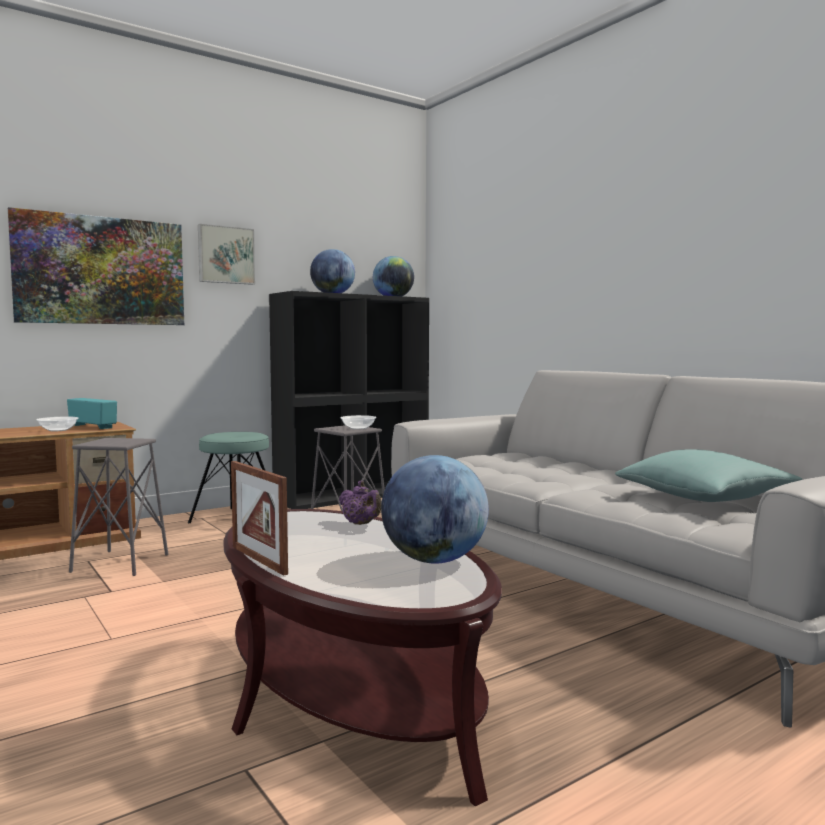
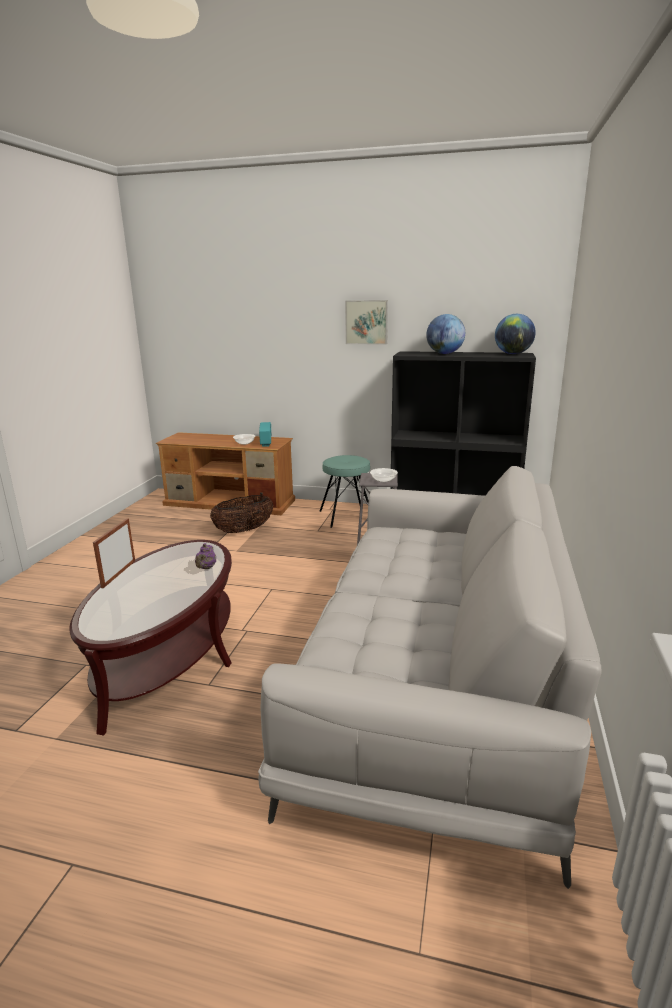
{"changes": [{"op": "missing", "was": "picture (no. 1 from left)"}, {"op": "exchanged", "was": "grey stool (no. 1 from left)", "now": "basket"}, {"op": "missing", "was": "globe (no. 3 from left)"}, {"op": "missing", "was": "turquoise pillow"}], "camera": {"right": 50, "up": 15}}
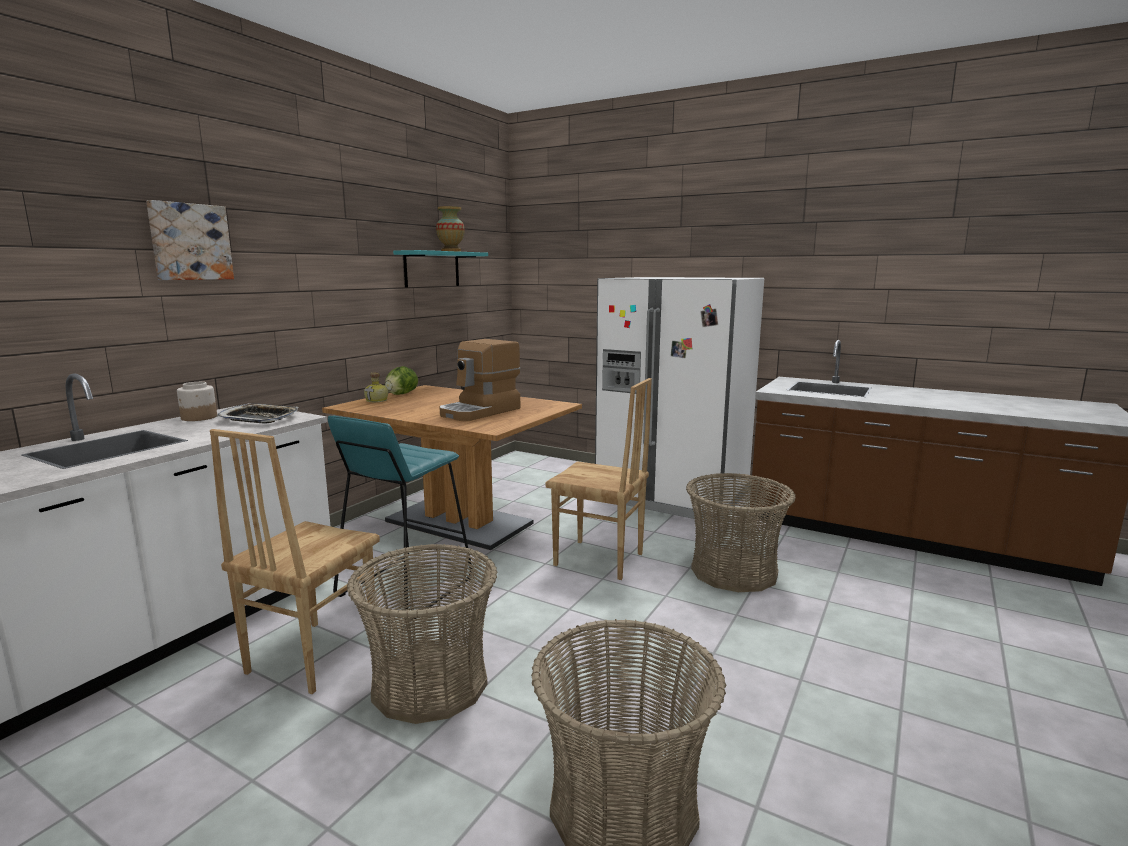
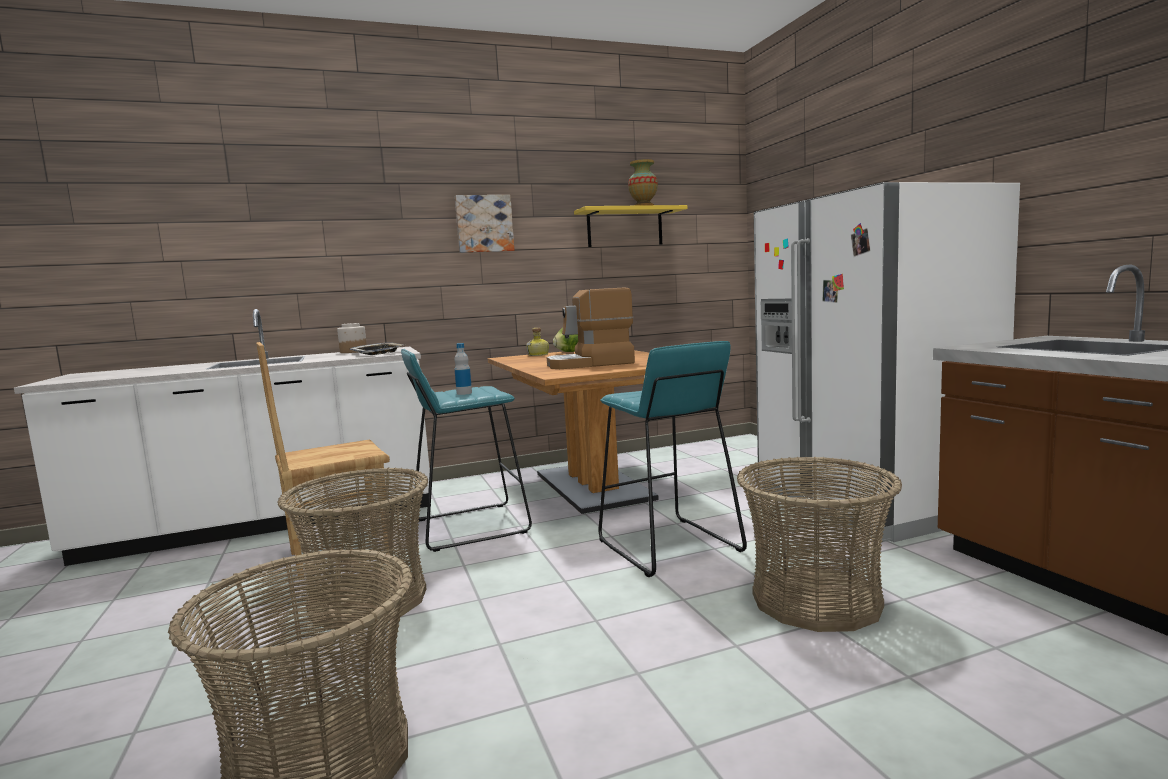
{"changes": [{"op": "relocated", "was": "picture"}, {"op": "colour", "was": "turquoise shelf", "now": "yellow shelf"}, {"op": "exchanged", "was": "brown chair (no. 2 from left)", "now": "turquoise stool (no. 2 from left)"}, {"op": "appeared", "now": "bottle (no. 1 from left)"}], "camera": {"right": 40, "up": -5}}
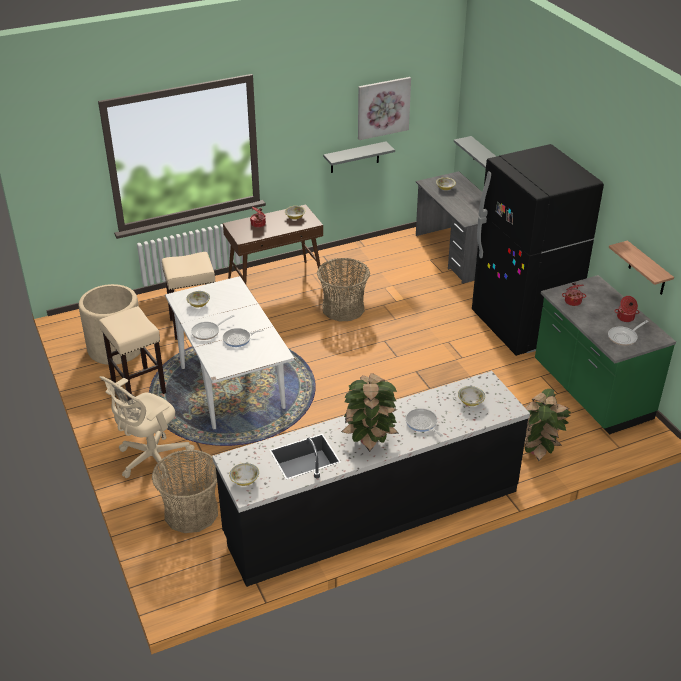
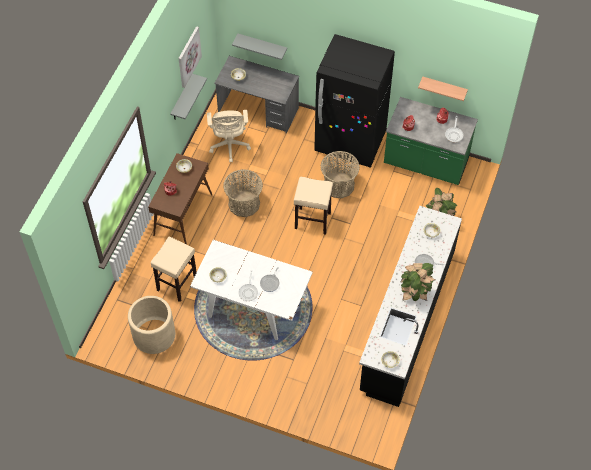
{"changes": [{"op": "relocated", "was": "beige stool (no. 1 from left in the first image)", "now": "beige stool (no. 2 from left)"}, {"op": "relocated", "was": "beige office chair"}, {"op": "relocated", "was": "basket (no. 1 from left in the first image)", "now": "basket (no. 2 from left)"}], "camera": {"right": -45, "up": 20}}
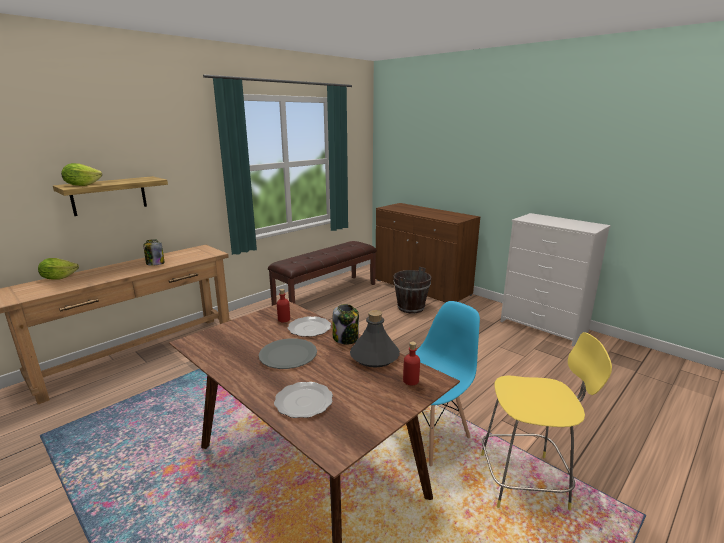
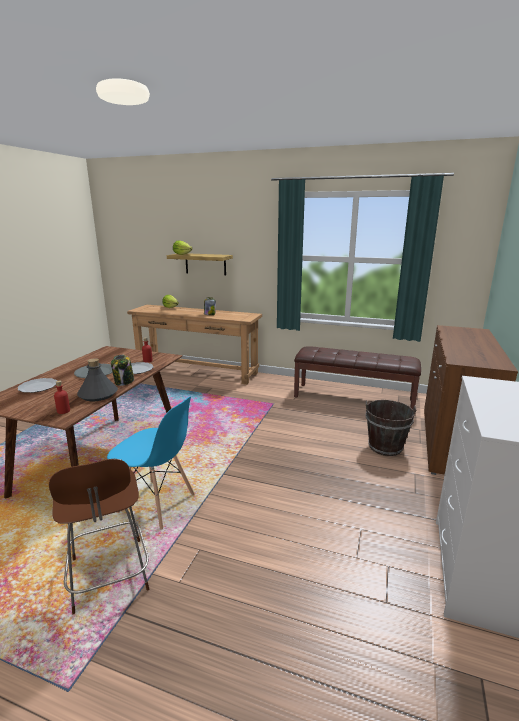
{"changes": [{"op": "colour", "was": "yellow stool", "now": "brown stool"}], "camera": {"right": 65, "up": 0}}
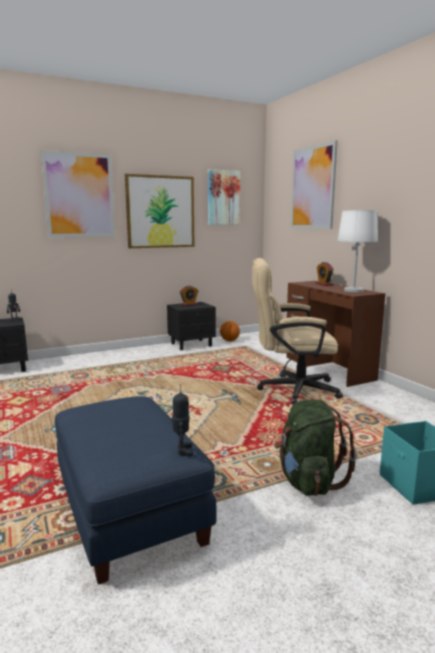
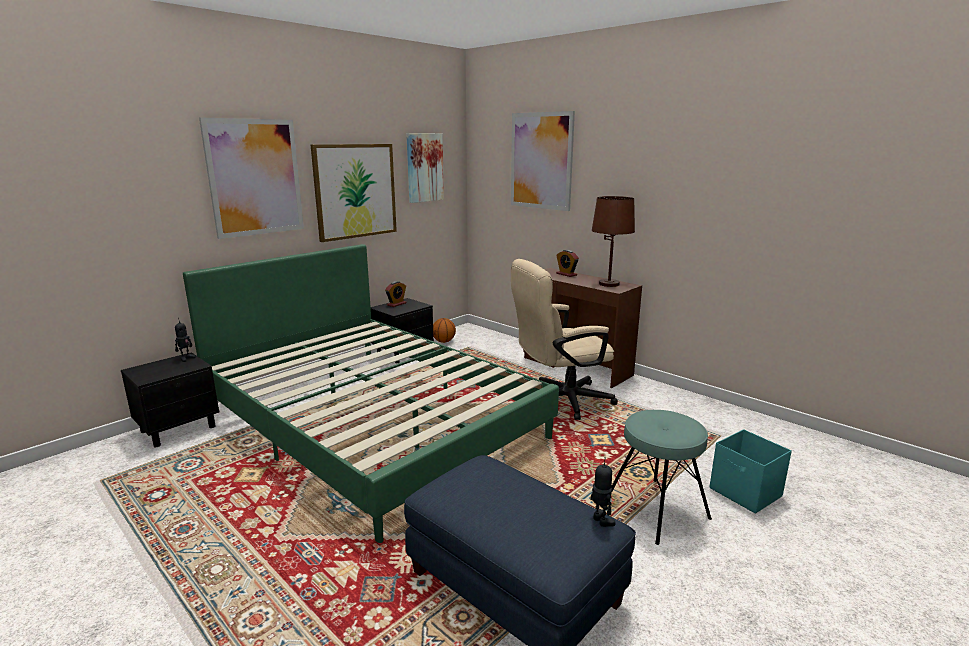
{"changes": [{"op": "exchanged", "was": "green backpack", "now": "turquoise stool"}, {"op": "colour", "was": "white table lamp", "now": "brown table lamp"}, {"op": "appeared", "now": "green bed"}], "camera": {"right": -20, "up": 5}}
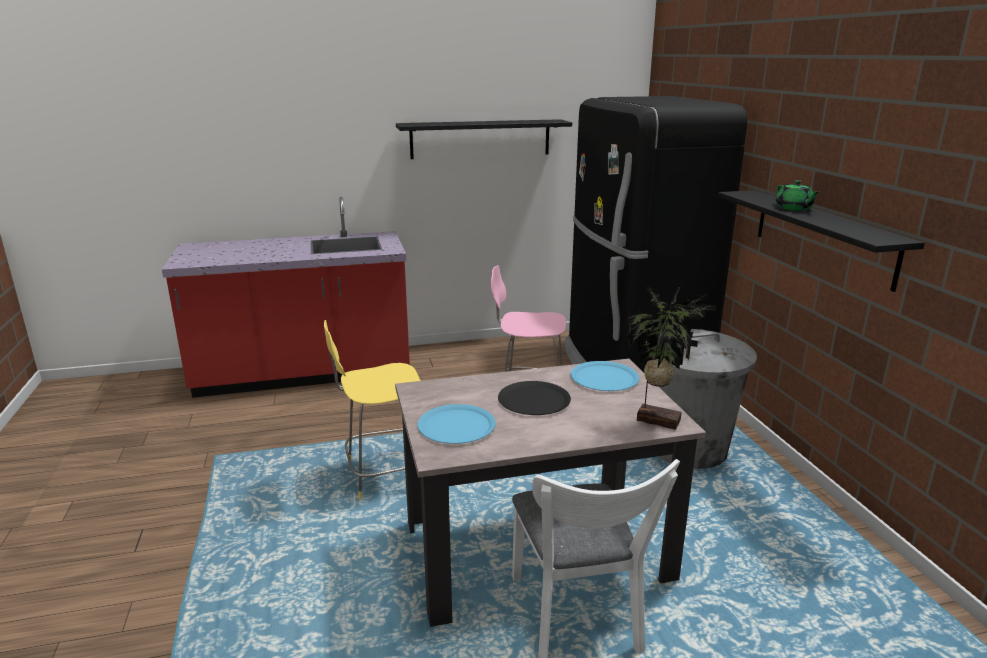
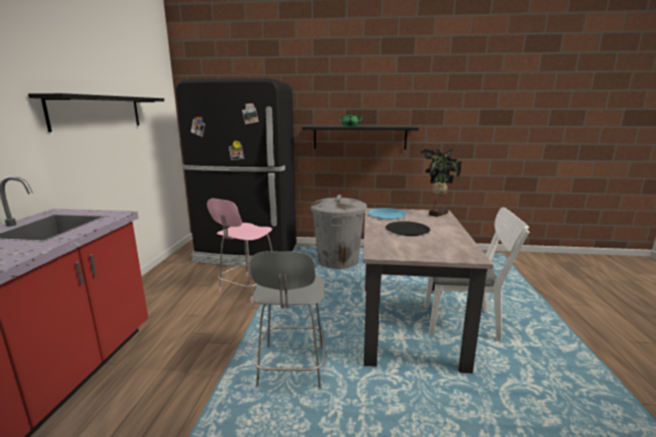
{"changes": [{"op": "colour", "was": "yellow stool", "now": "grey stool"}, {"op": "missing", "was": "blue plate (no. 1 from left)"}], "camera": {"right": -70, "up": -5}}
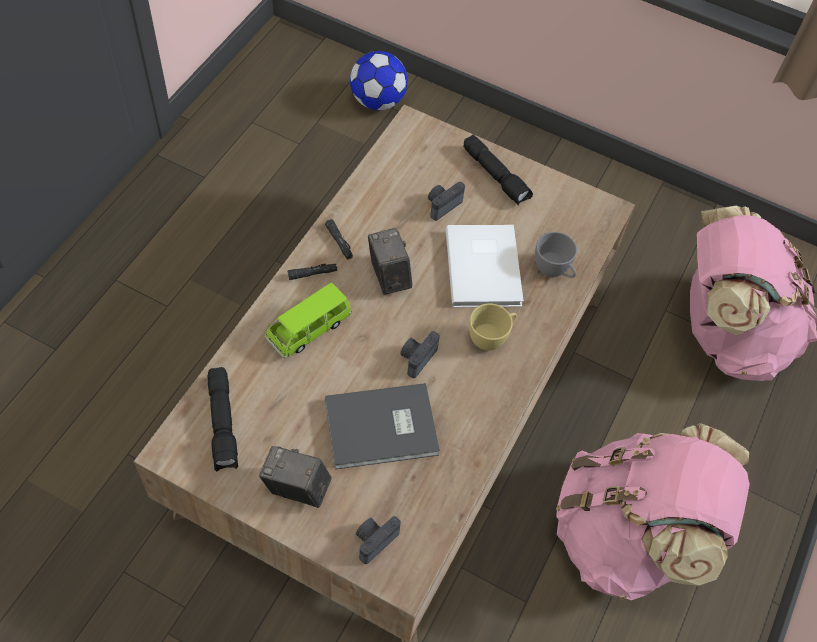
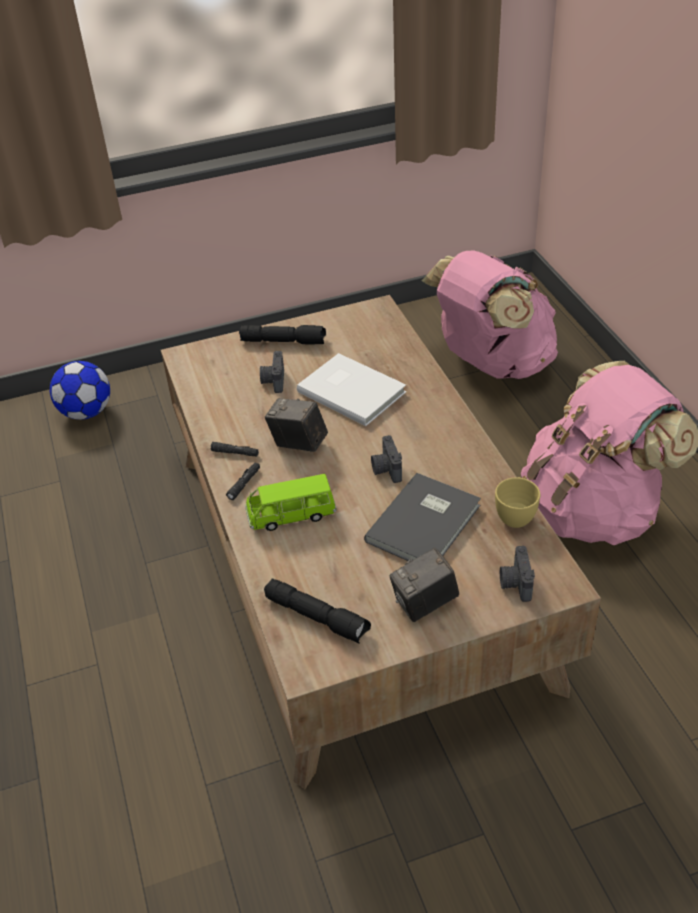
{"changes": [{"op": "spun", "was": "green toy car", "clockwise": 75}, {"op": "relocated", "was": "yellow cup"}, {"op": "missing", "was": "grey cup"}], "camera": {"right": -40, "up": -15}}
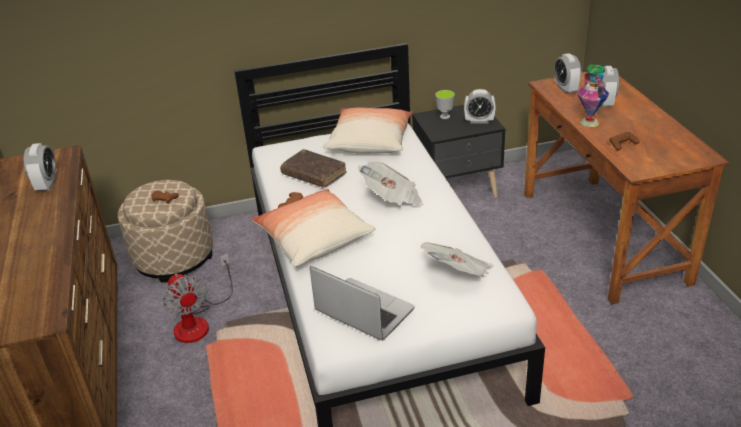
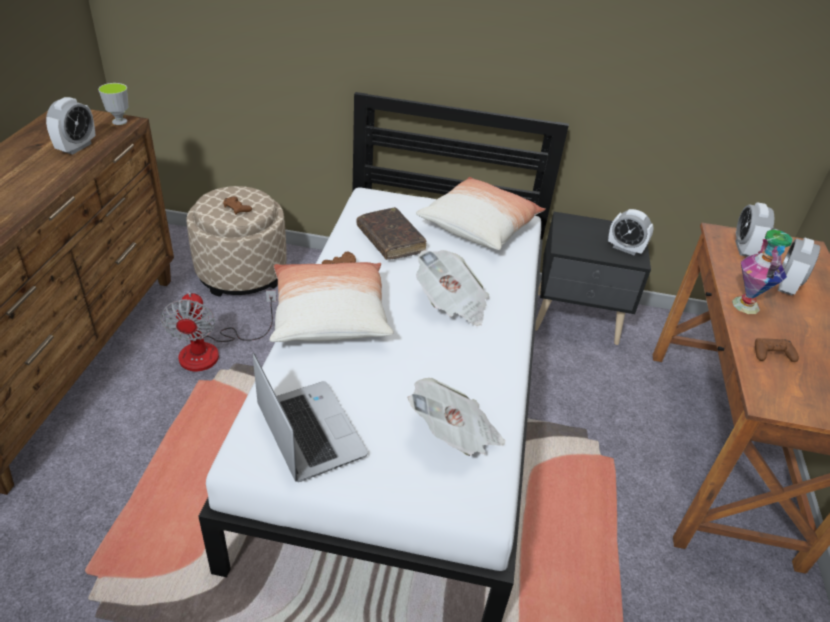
{"changes": [{"op": "relocated", "was": "cup"}], "camera": {"right": 20, "up": 5}}
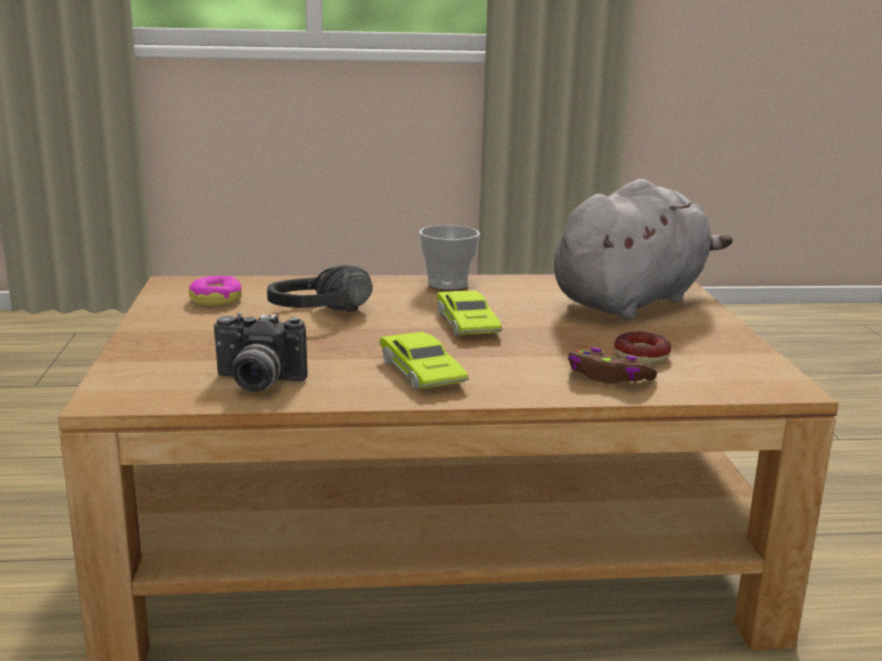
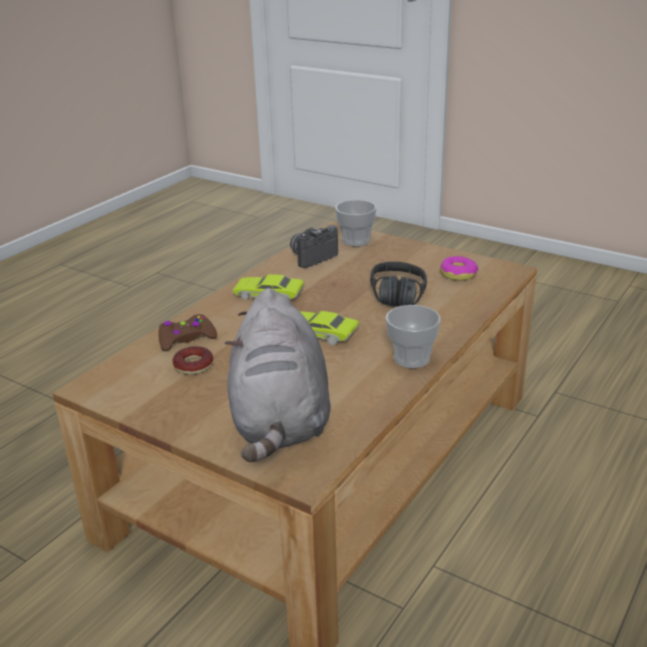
{"changes": [{"op": "appeared", "now": "cup (no. 1 from left)"}], "camera": {"right": 130, "up": 10}}
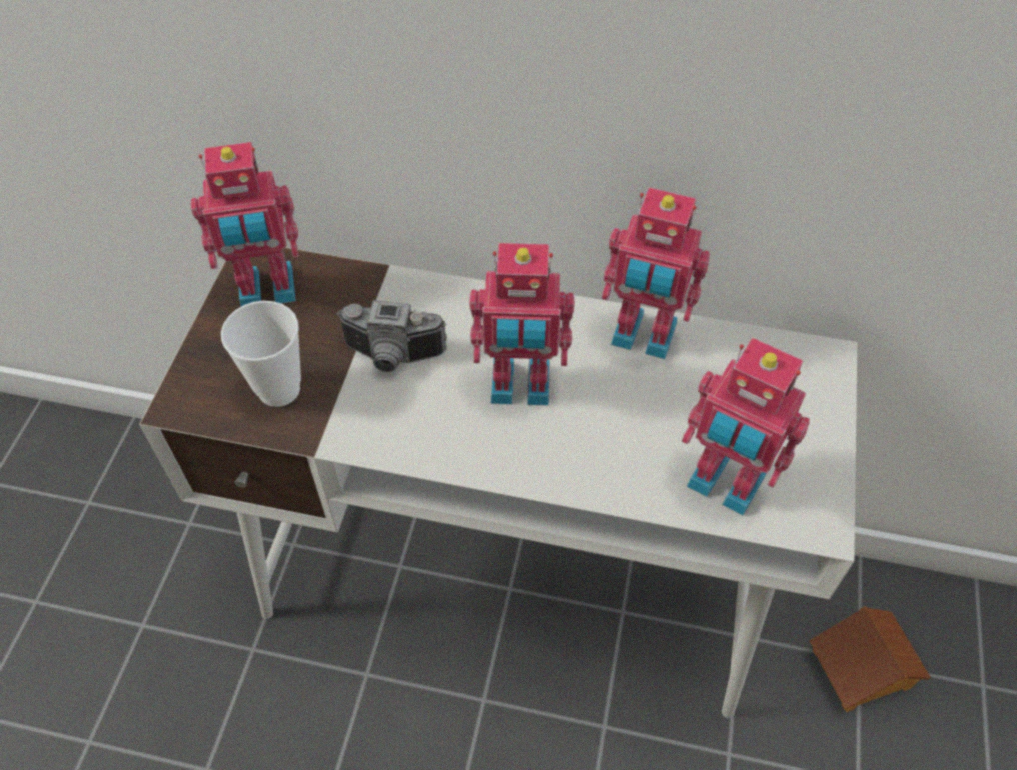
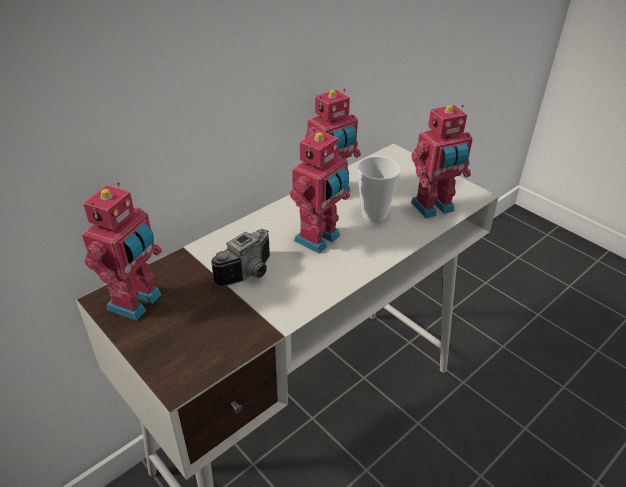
{"changes": [{"op": "relocated", "was": "cup"}, {"op": "missing", "was": "toy house"}], "camera": {"right": -55, "up": -15}}
